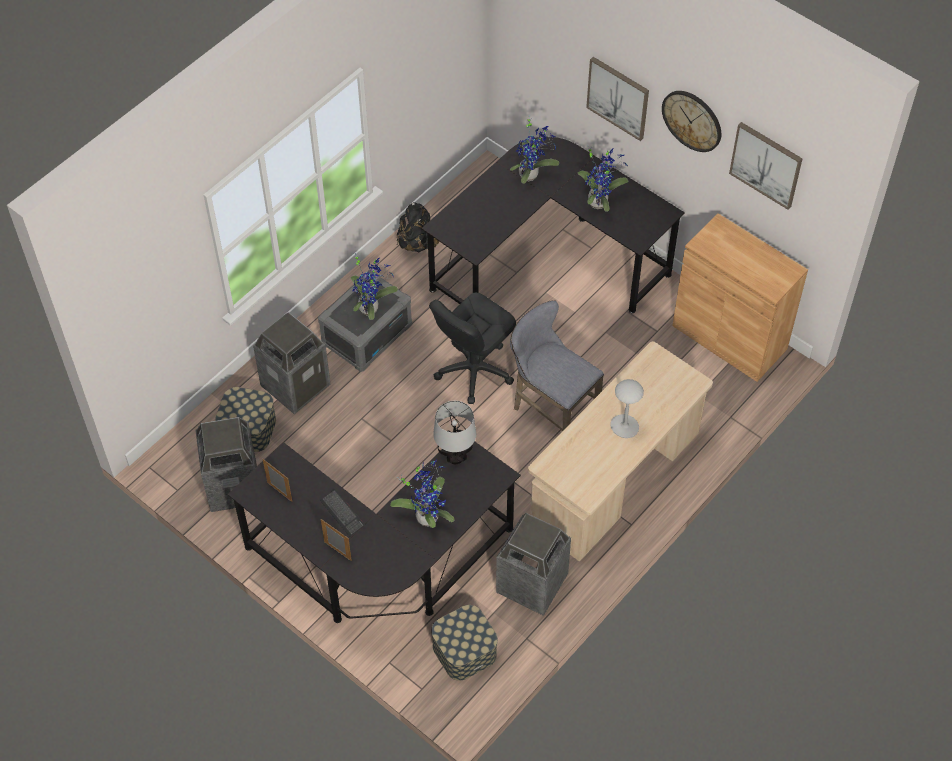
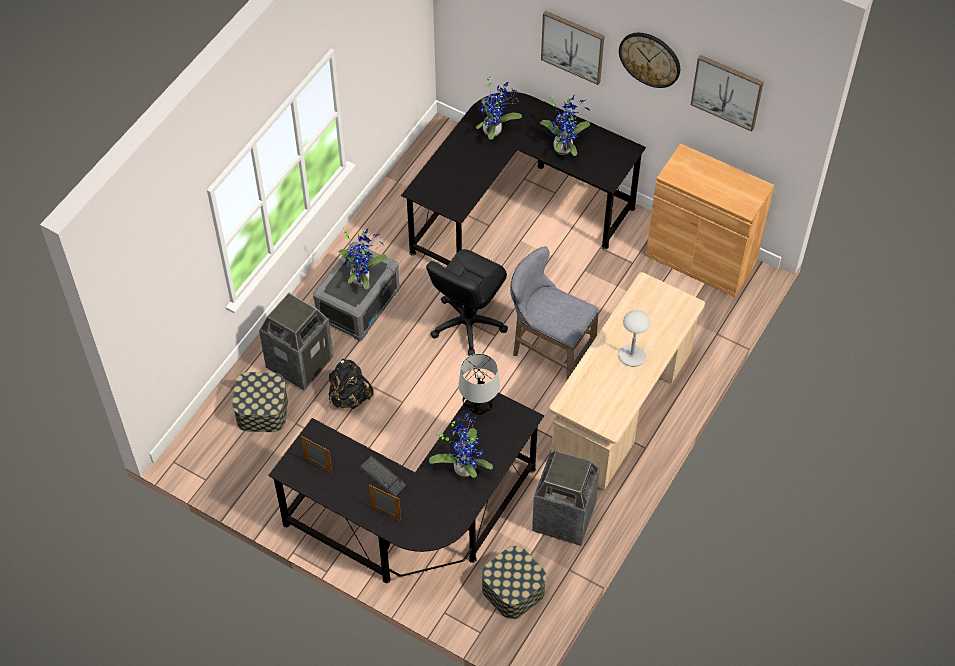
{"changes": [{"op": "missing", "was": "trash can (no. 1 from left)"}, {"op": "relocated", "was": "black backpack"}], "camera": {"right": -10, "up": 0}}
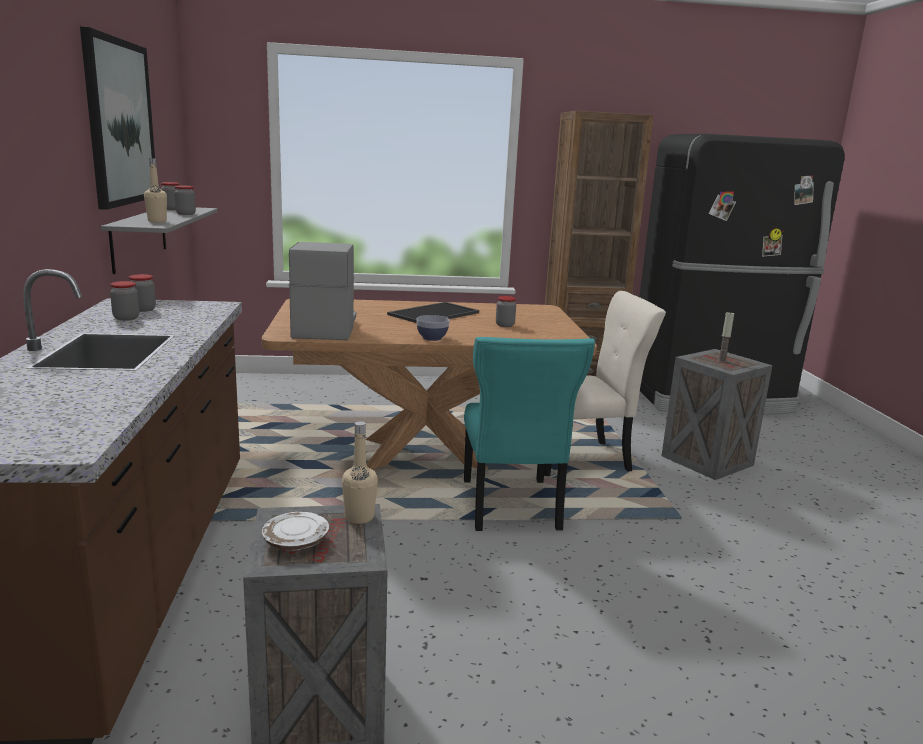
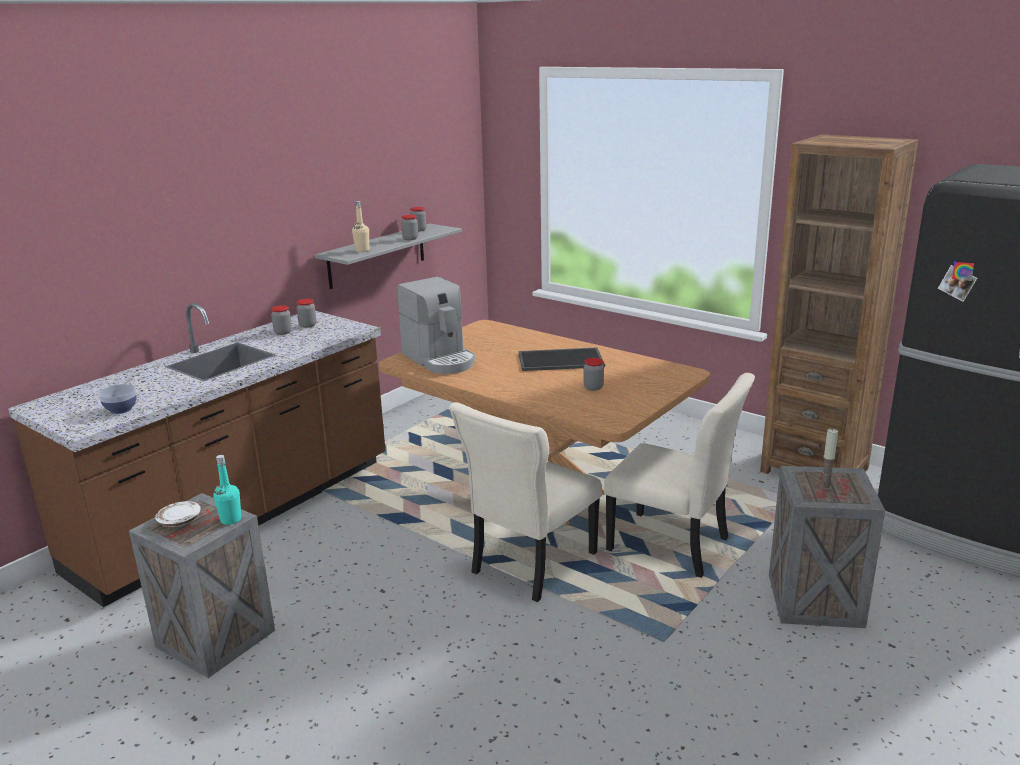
{"changes": [{"op": "missing", "was": "picture"}, {"op": "spun", "was": "coffee machine", "clockwise": 105}, {"op": "colour", "was": "beige bottle (no. 2 from left)", "now": "turquoise bottle"}, {"op": "relocated", "was": "bowl"}, {"op": "colour", "was": "turquoise chair", "now": "beige chair (no. 1 from left)"}], "camera": {"right": 45, "up": 5}}
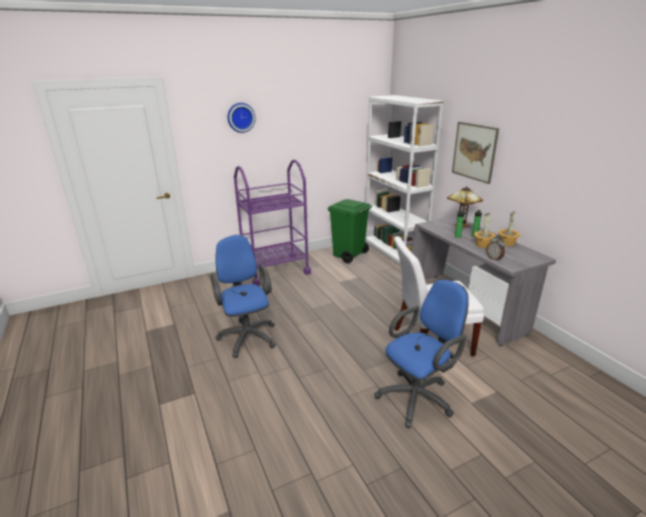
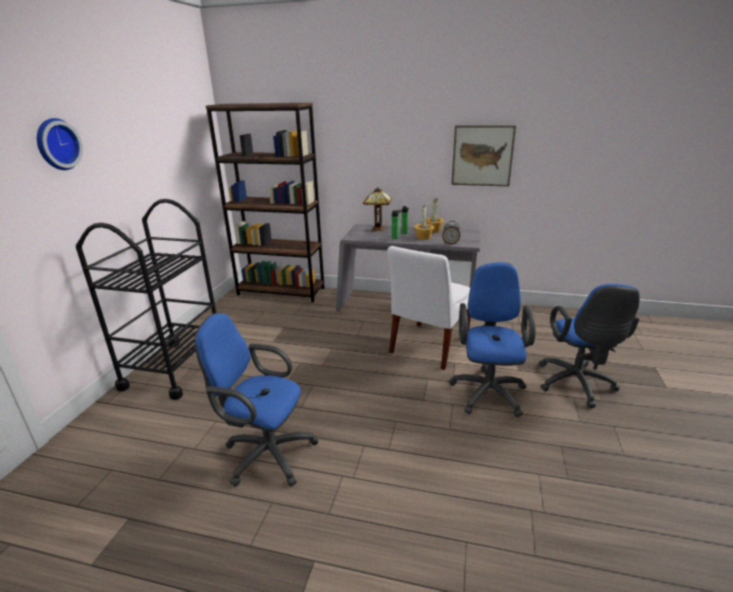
{"changes": [{"op": "colour", "was": "purple cart", "now": "black cart"}, {"op": "missing", "was": "green trash can"}, {"op": "colour", "was": "white bookcase", "now": "brown bookcase"}, {"op": "relocated", "was": "picture"}, {"op": "appeared", "now": "blue office chair (no. 3 from left)"}], "camera": {"right": -50, "up": 0}}
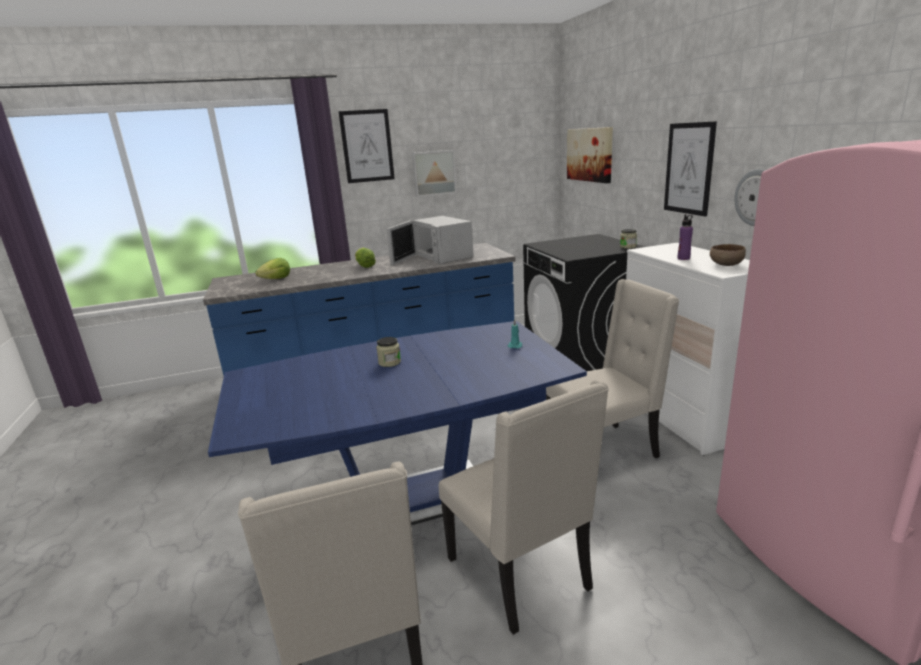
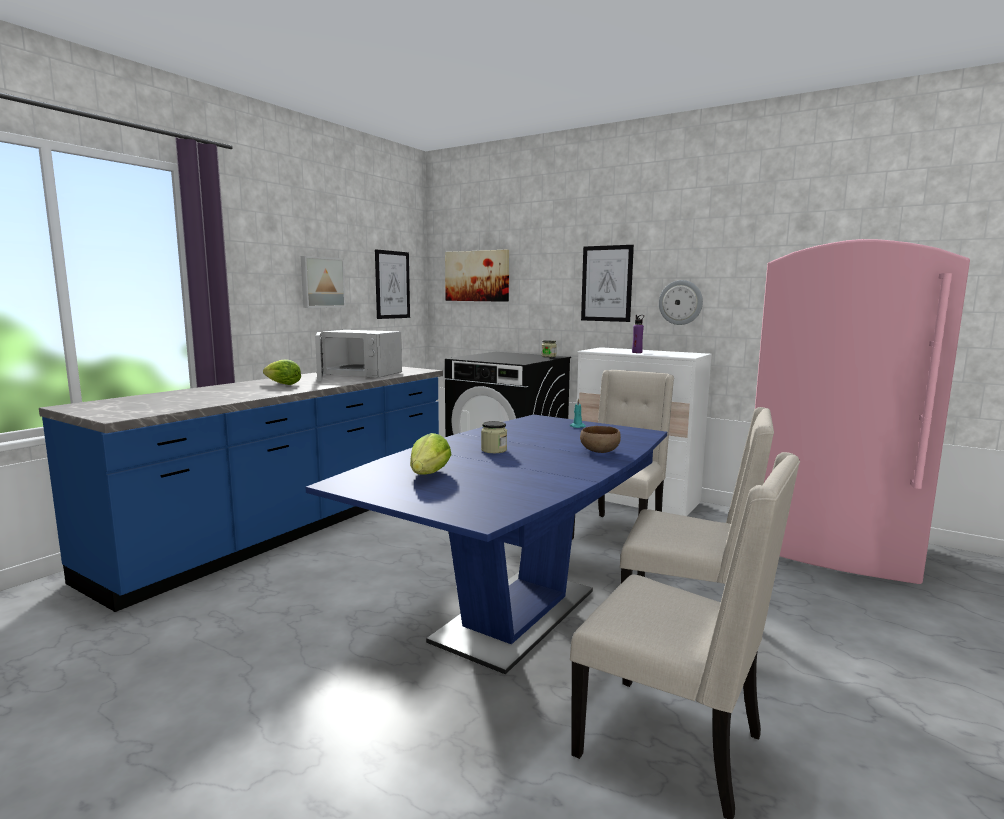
{"changes": [{"op": "relocated", "was": "lettuce (no. 1 from left in the first image)", "now": "lettuce (no. 2 from left)"}, {"op": "relocated", "was": "picture (no. 1 from left in the first image)", "now": "picture (no. 2 from left)"}, {"op": "relocated", "was": "brown bowl"}], "camera": {"right": -40, "up": -10}}
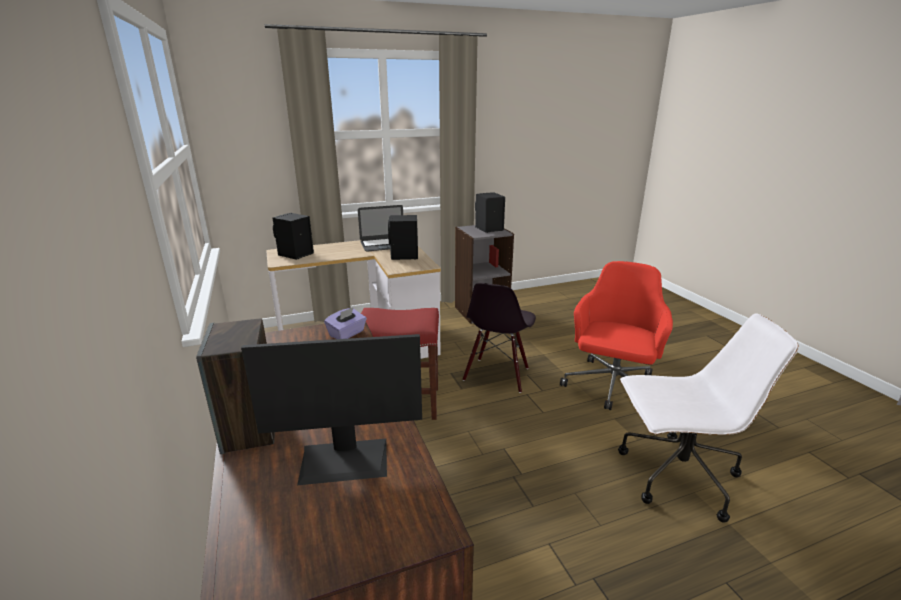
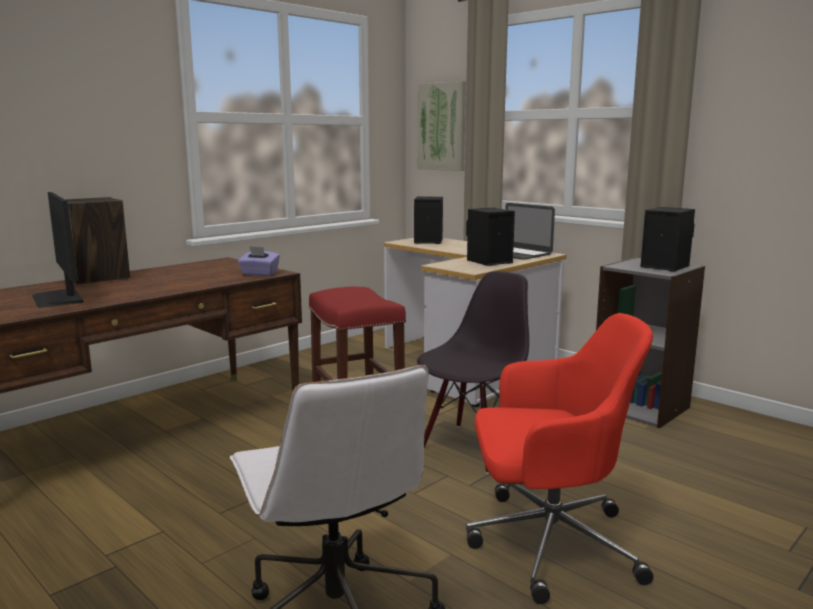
{"changes": [{"op": "spun", "was": "black chair", "clockwise": 135}, {"op": "appeared", "now": "picture"}], "camera": {"right": 65, "up": -10}}
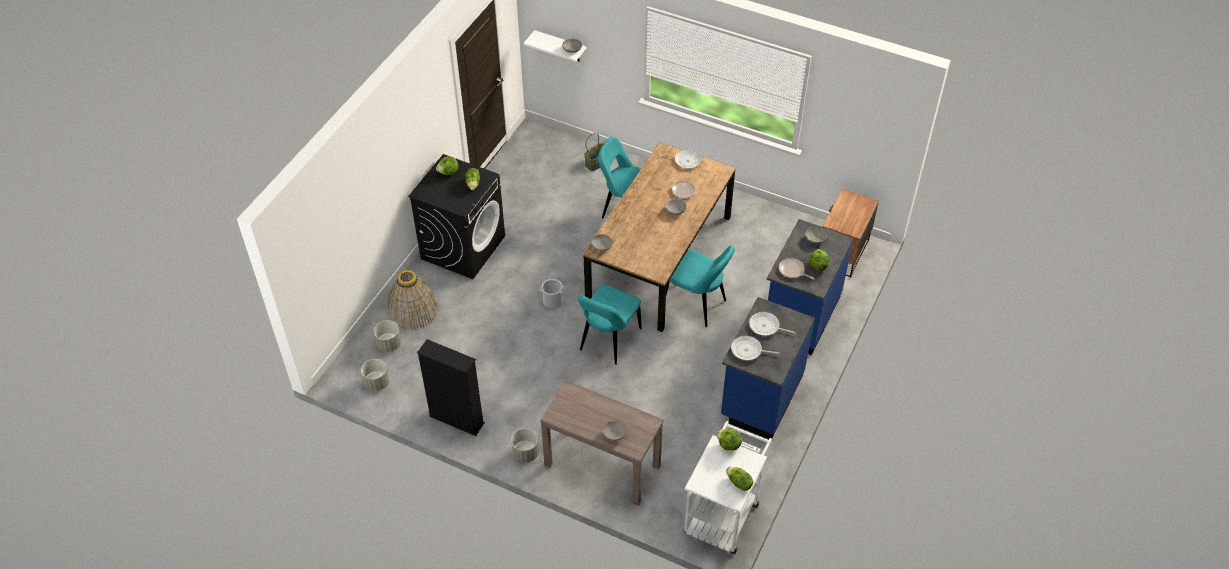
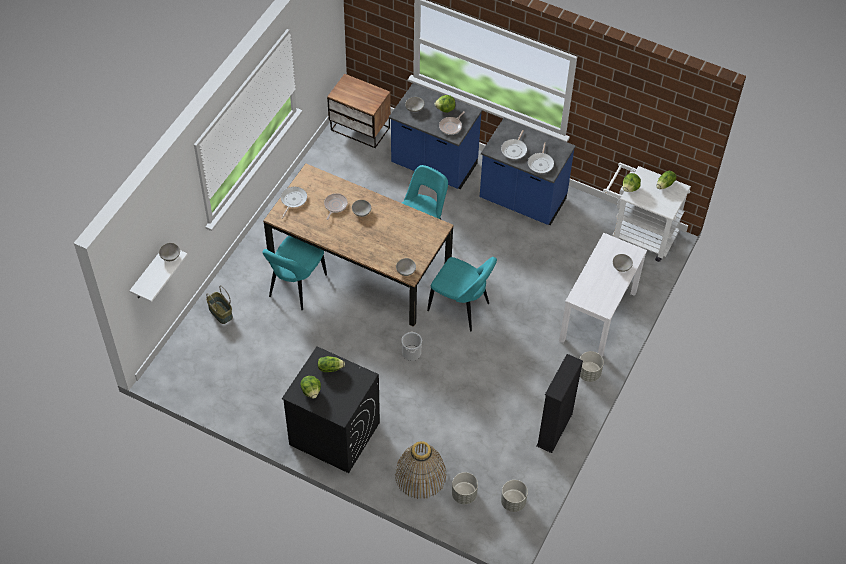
{"changes": [{"op": "colour", "was": "brown console table", "now": "white console table"}], "camera": {"right": -90, "up": 5}}
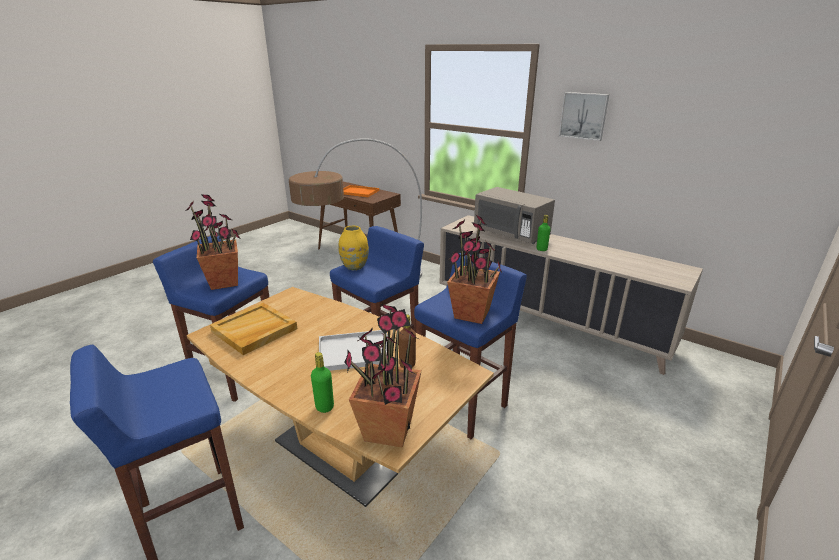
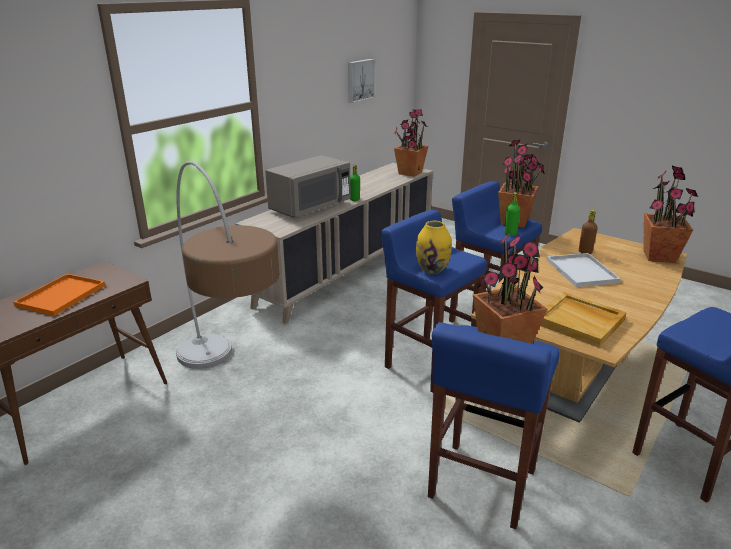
{"changes": [{"op": "relocated", "was": "green bottle (no. 1 from left in the first image)", "now": "green bottle (no. 2 from left)"}, {"op": "relocated", "was": "picture"}, {"op": "appeared", "now": "potted plant (no. 1 from left)"}], "camera": {"right": -90, "up": 0}}
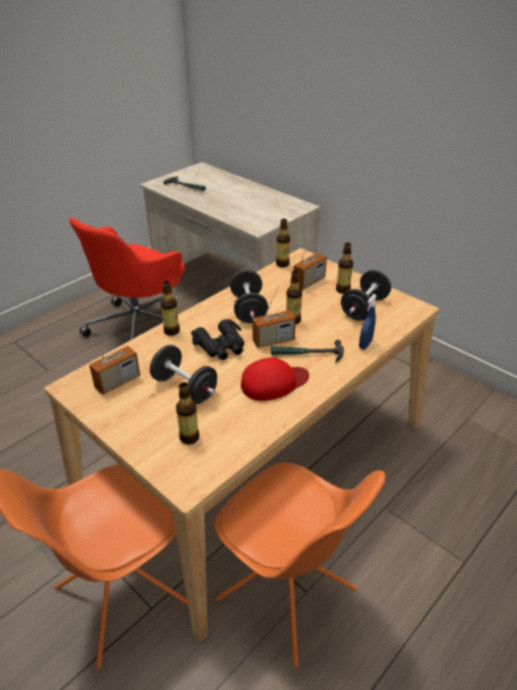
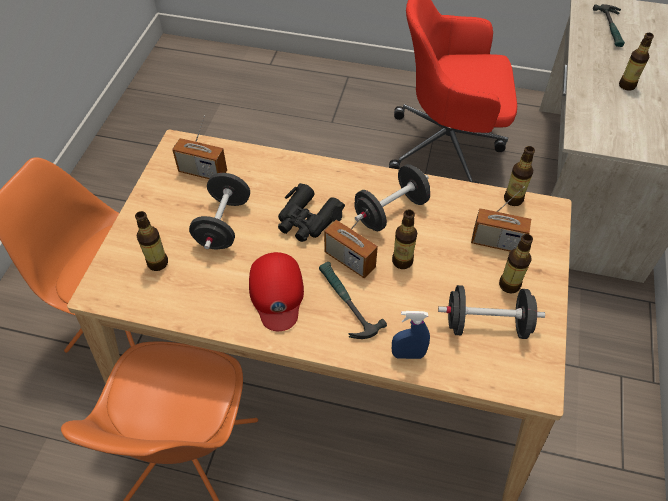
{"changes": [{"op": "relocated", "was": "bottle (no. 1 from left in the first image)", "now": "bottle (no. 5 from left)"}, {"op": "spun", "was": "red cap", "clockwise": 45}], "camera": {"right": 60, "up": 15}}
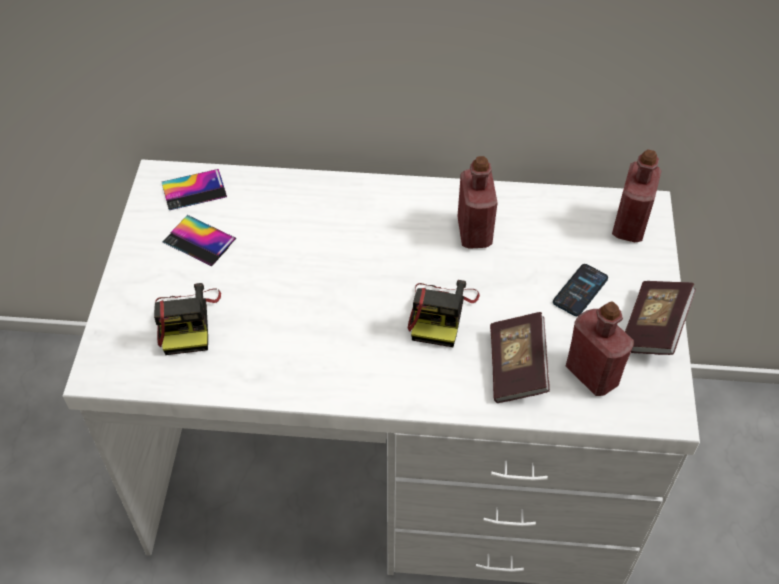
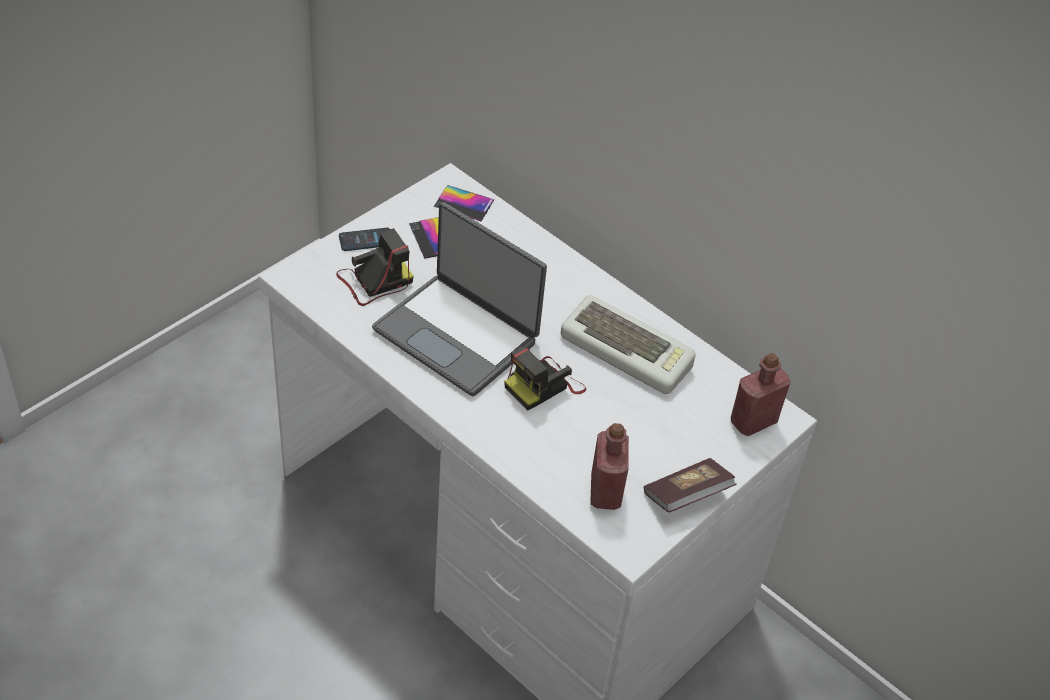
{"changes": [{"op": "spun", "was": "photo camera (no. 1 from left)", "clockwise": -150}, {"op": "exchanged", "was": "red bottle (no. 1 from left)", "now": "keyboard"}, {"op": "missing", "was": "book (no. 1 from left)"}, {"op": "relocated", "was": "phone (no. 3 from left in the first image)", "now": "phone (no. 1 from left)"}, {"op": "appeared", "now": "laptop"}], "camera": {"right": 35, "up": -5}}
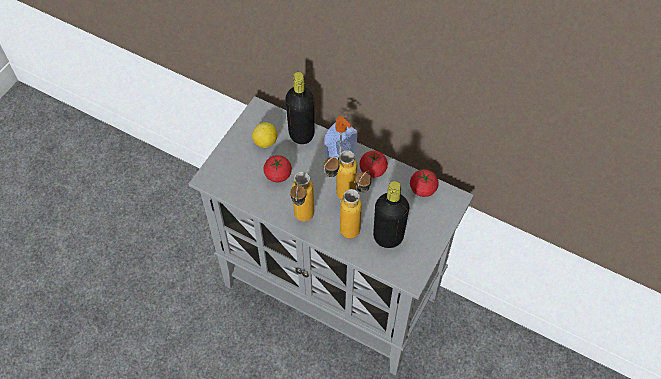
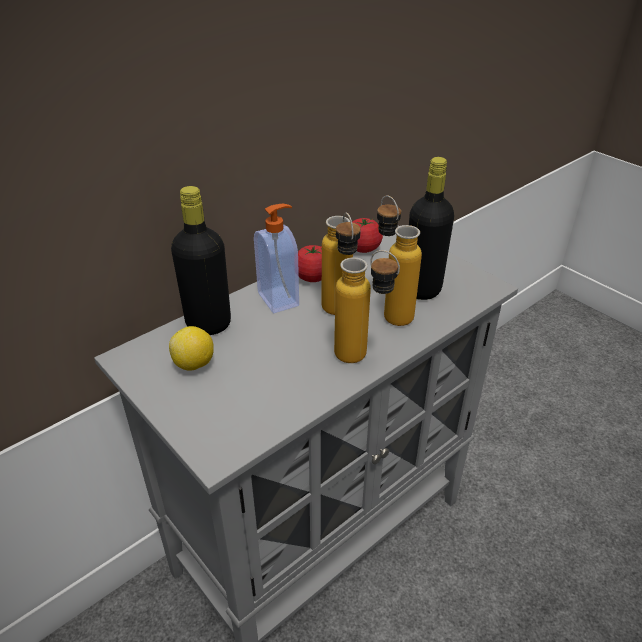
{"changes": [{"op": "missing", "was": "tomato (no. 1 from left)"}], "camera": {"right": -70, "up": -20}}
